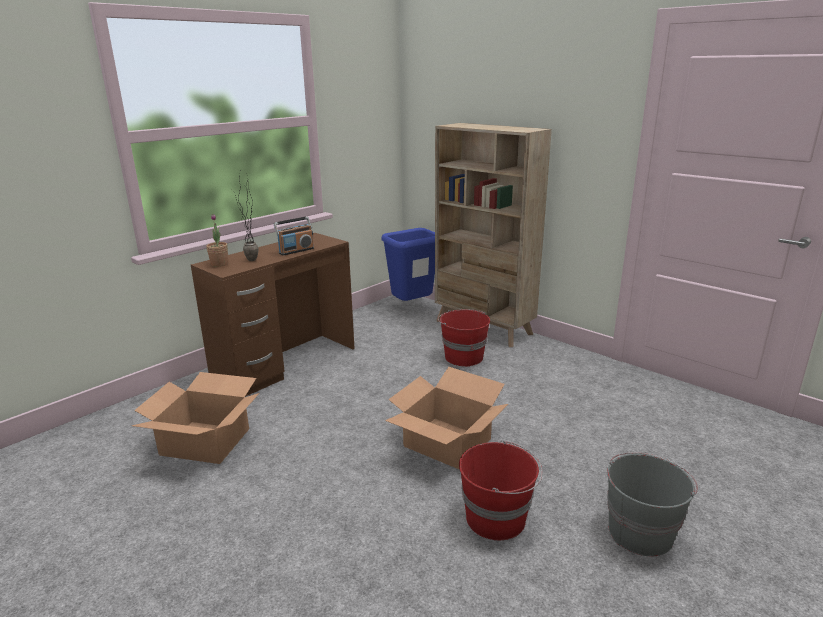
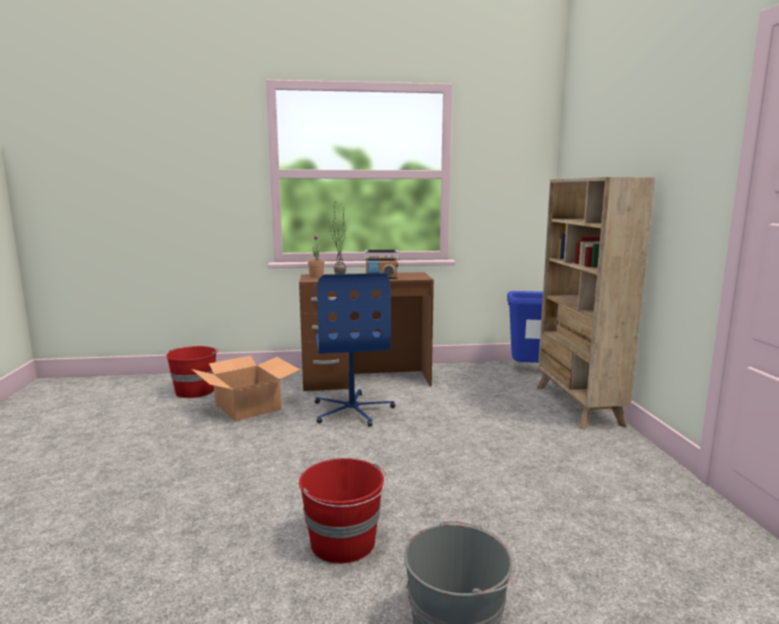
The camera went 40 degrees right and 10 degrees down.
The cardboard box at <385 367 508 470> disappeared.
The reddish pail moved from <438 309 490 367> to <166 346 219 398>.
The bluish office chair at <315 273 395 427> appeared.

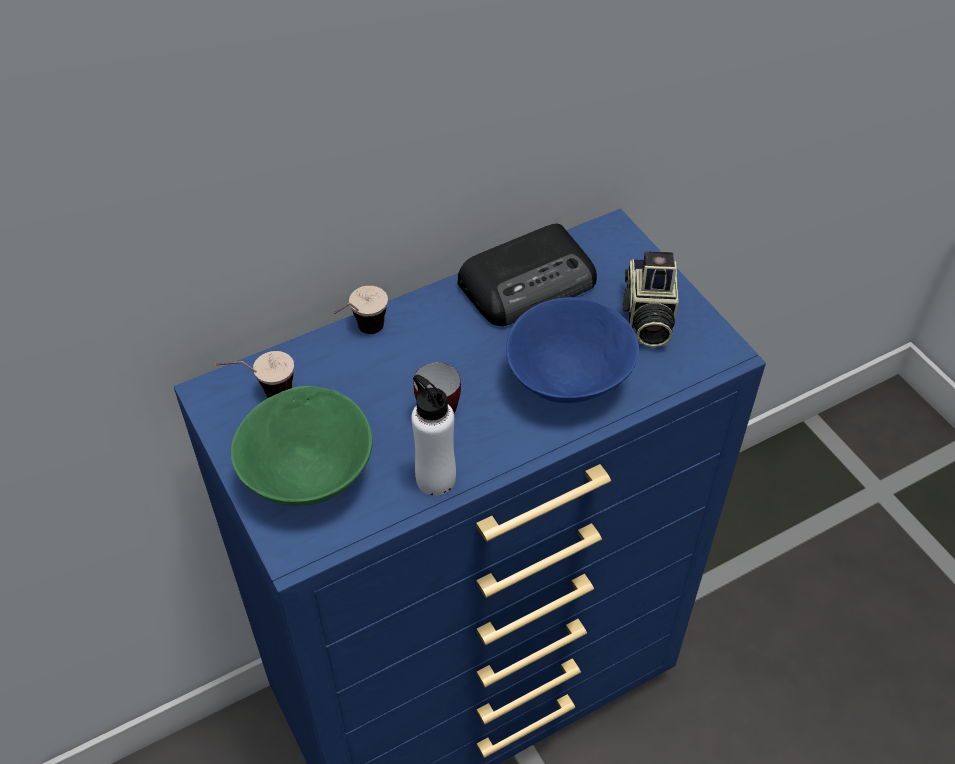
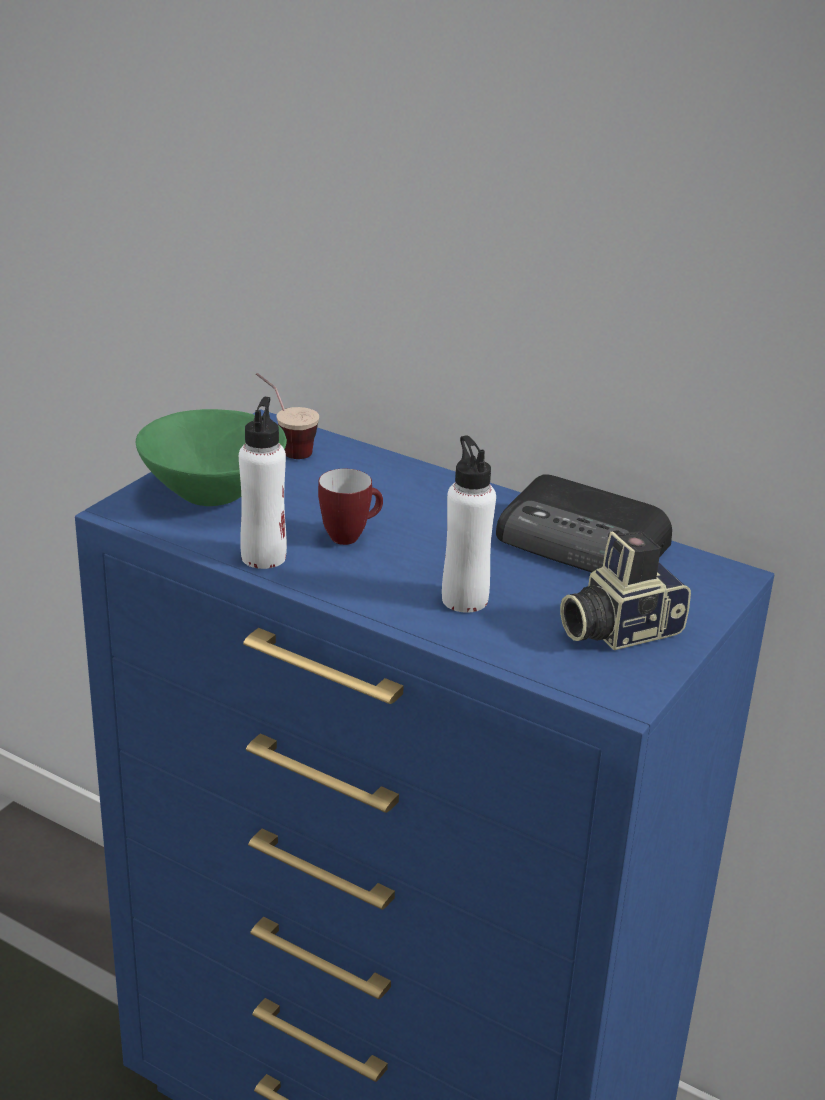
The camera went 60 degrees right and 20 degrees down.
The small cup at <333 286 388 334> disappeared.
The bluish deep dish at <506 297 639 403> was replaced by the whitish drink bottle at <442 435 496 613>.

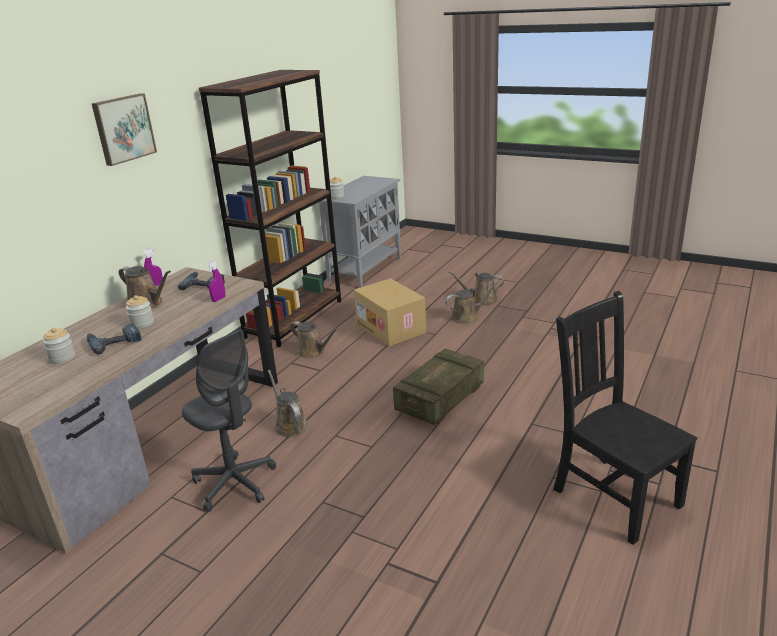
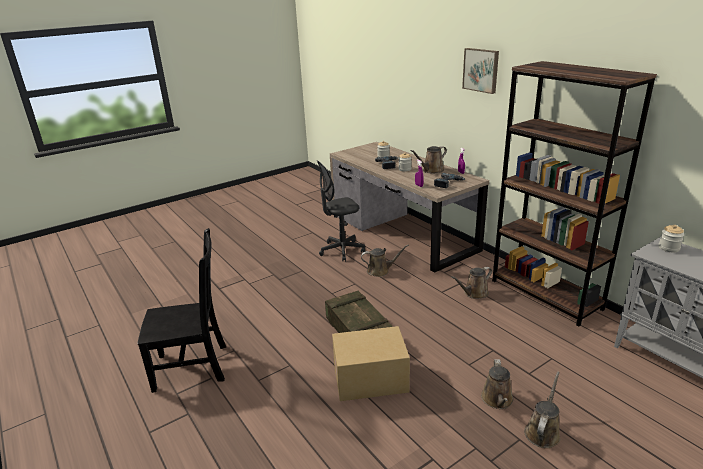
The camera went 115 degrees right and 0 degrees up.
The cardboard box moved from <354 278 426 346> to <332 326 410 401>.

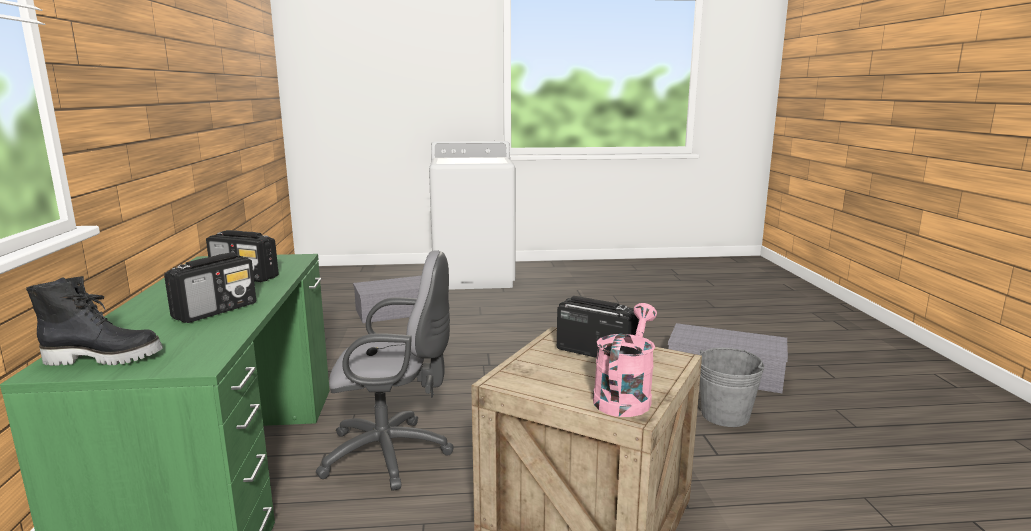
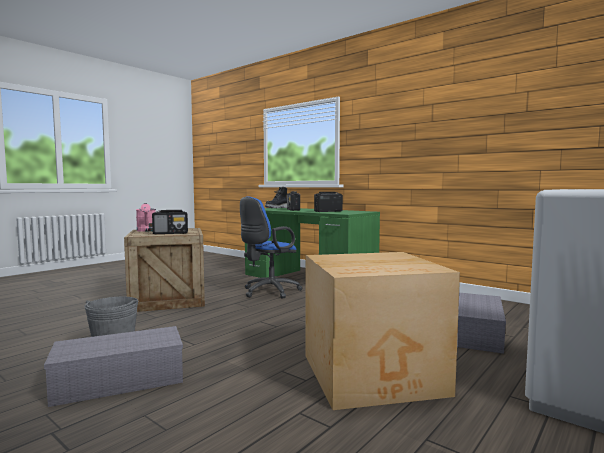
The camera went 135 degrees right and 10 degrees down.
The grey office chair at <316 250 453 491> became the bluish office chair at <240 196 303 299>.
The cardboard box at <305 252 460 410> appeared.

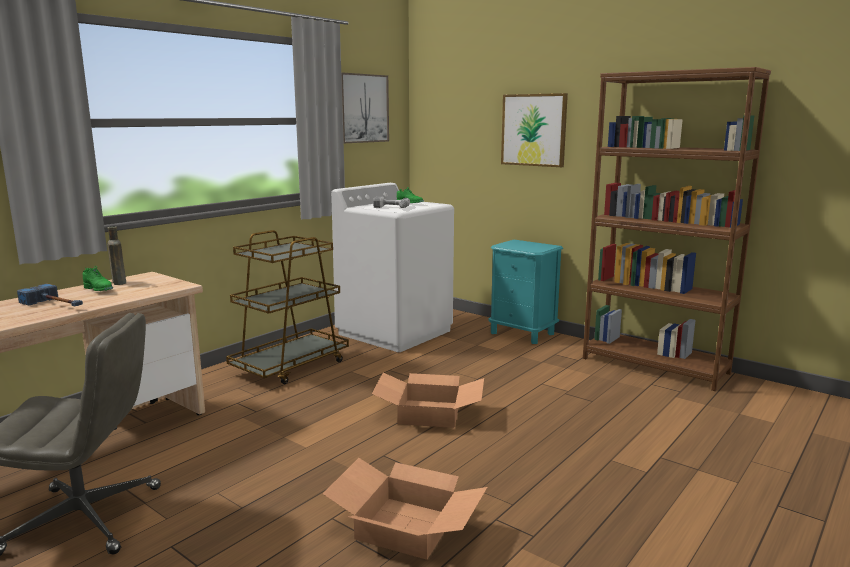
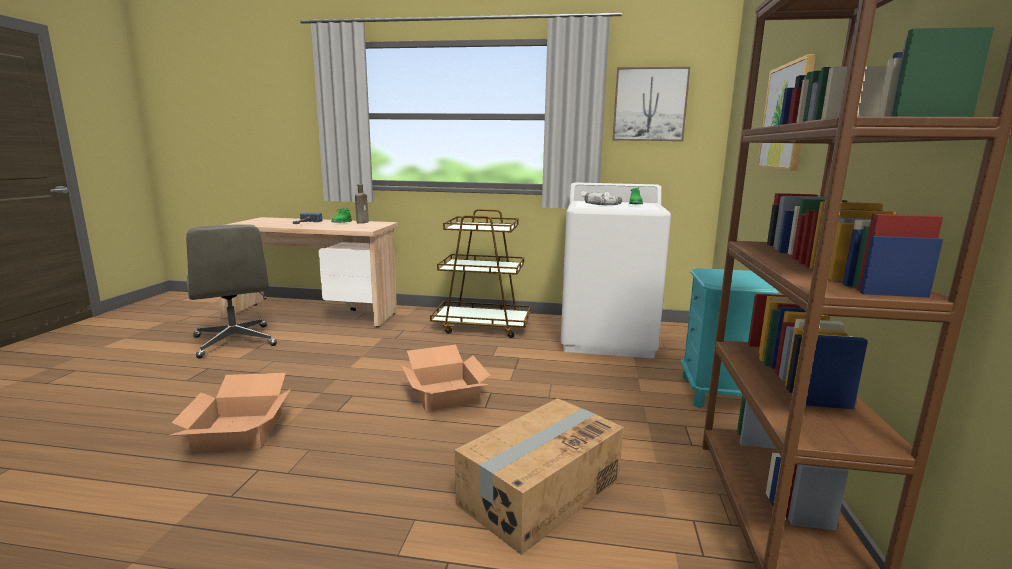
The camera went 60 degrees right and 0 degrees up.
The cardboard box at <455 398 624 555> appeared.

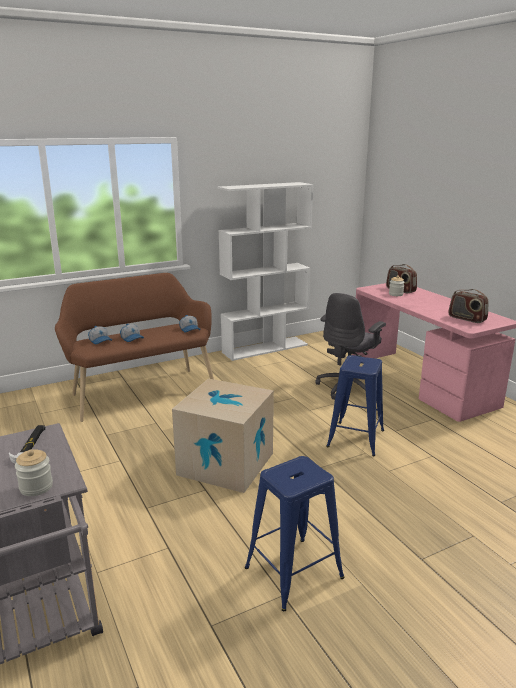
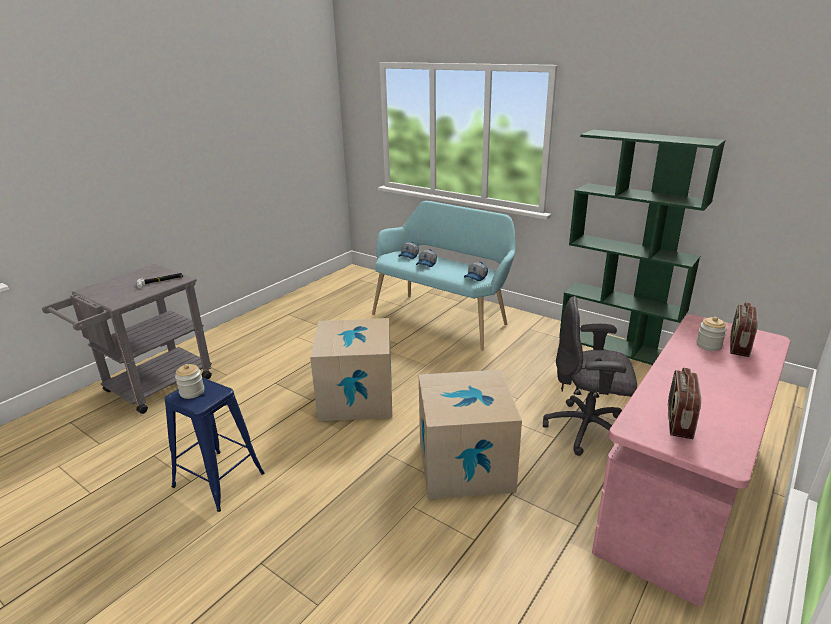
The camera went 65 degrees right and 5 degrees up.
The preserve jar moved from <15 449 53 496> to <175 364 204 399>.
The brown bench at <55 273 214 422> became the turquoise bench at <372 201 515 351>.
The whitish bookshelf at <217 182 313 361> became the greenish bookshelf at <559 130 725 365>.
The bluish stool seat at <326 355 384 456> was replaced by the cardboard box at <419 369 522 499>.

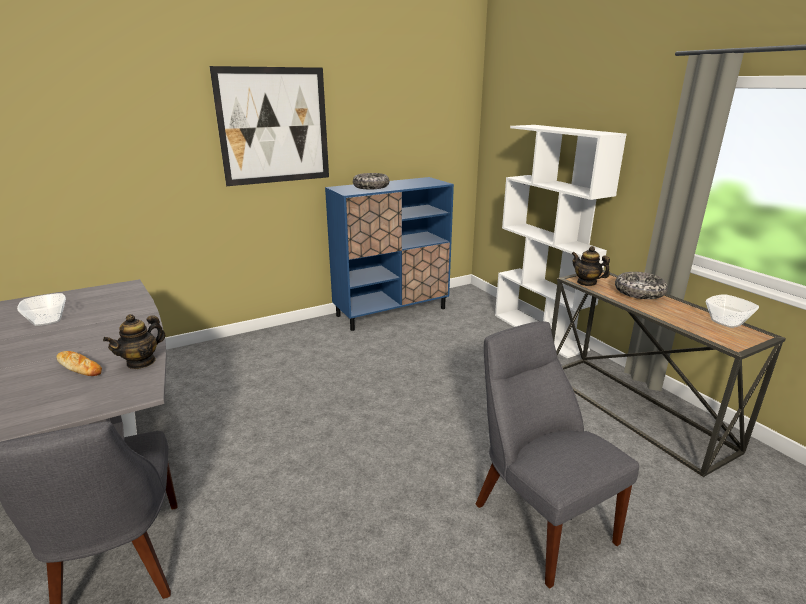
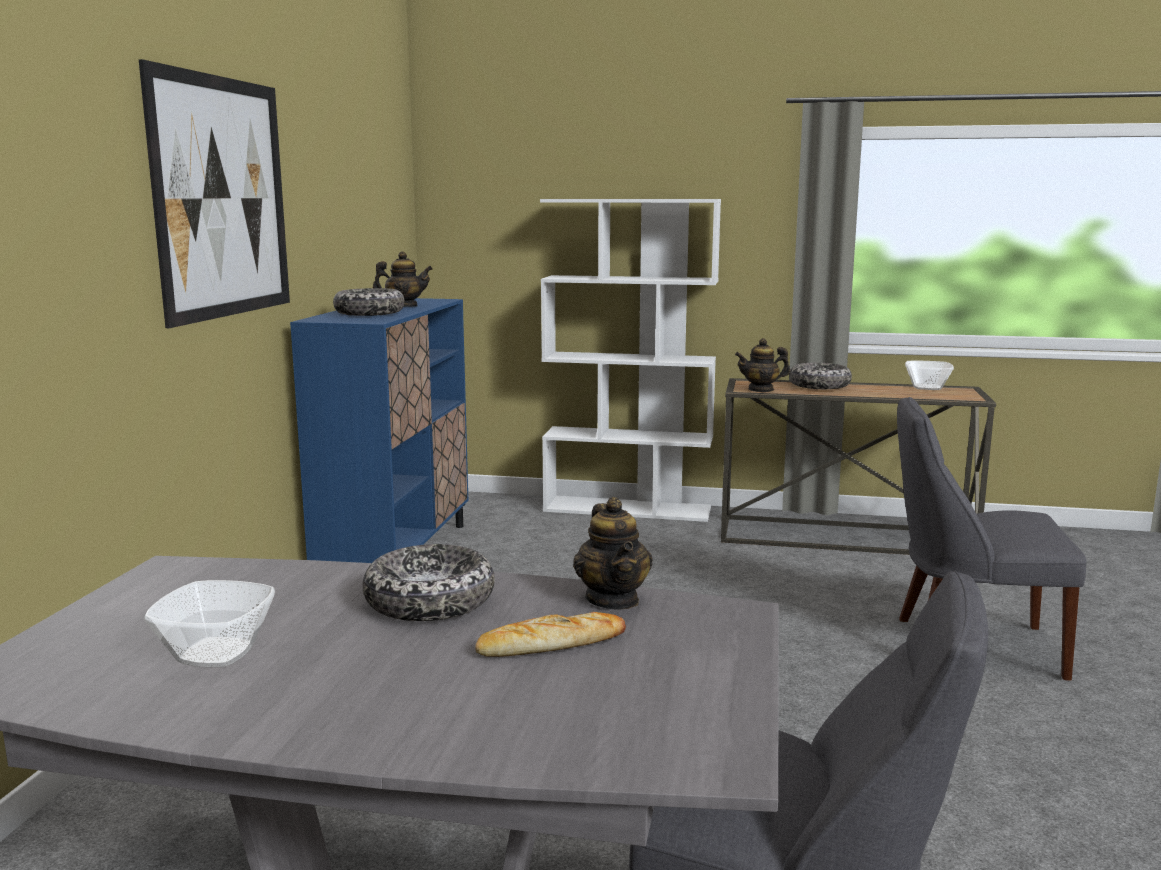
The camera went 50 degrees left and 10 degrees down.
The deep dish at <362 544 495 621> appeared.
The teapot at <373 251 433 307> appeared.

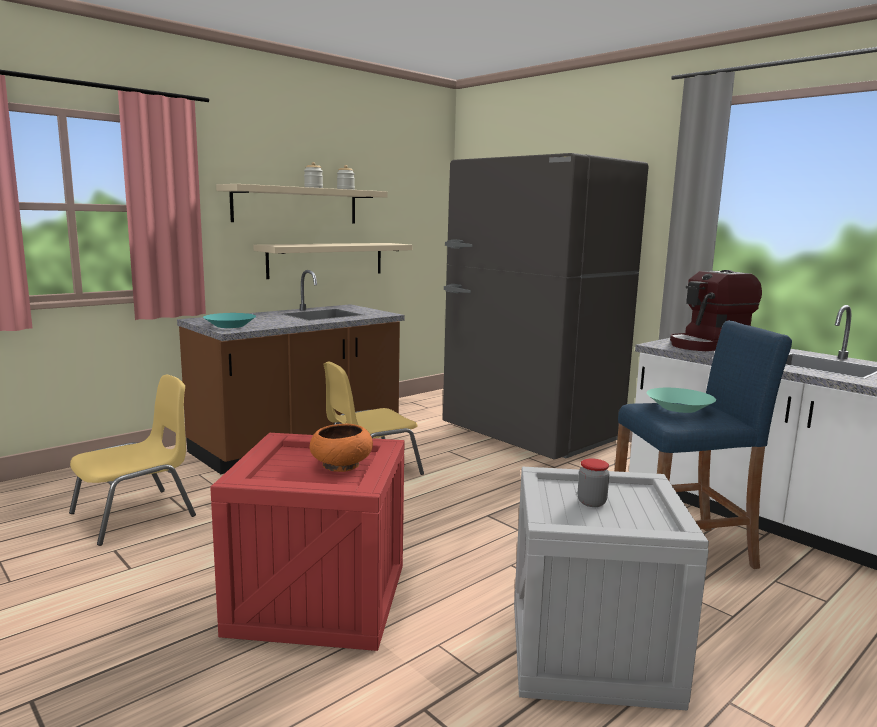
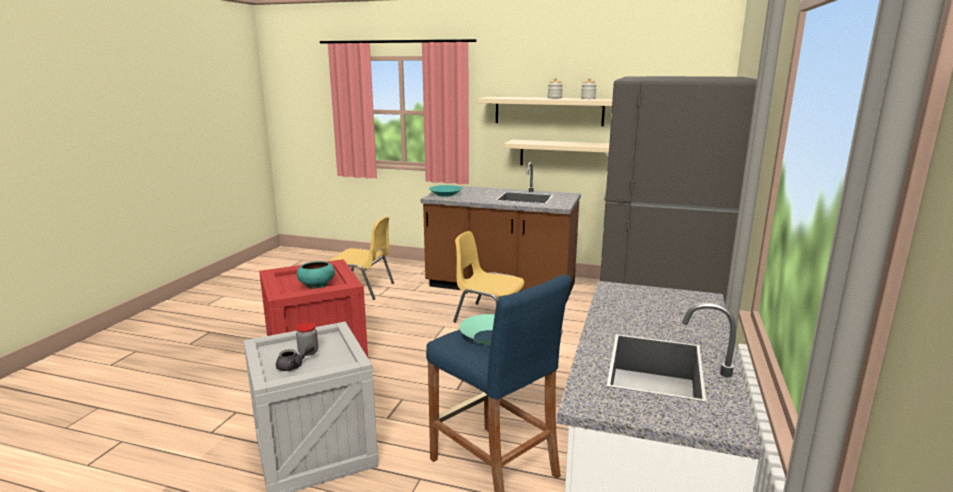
The camera went 60 degrees right and 5 degrees up.
The orangey deep dish at <310 424 373 472> became the turquoise deep dish at <297 261 335 289>.
The coffee brewer at <670 270 762 351> disappeared.
The grey teapot at <276 344 315 371> appeared.

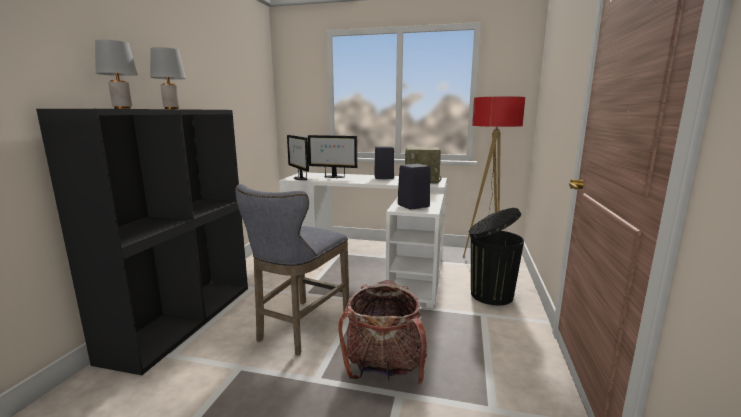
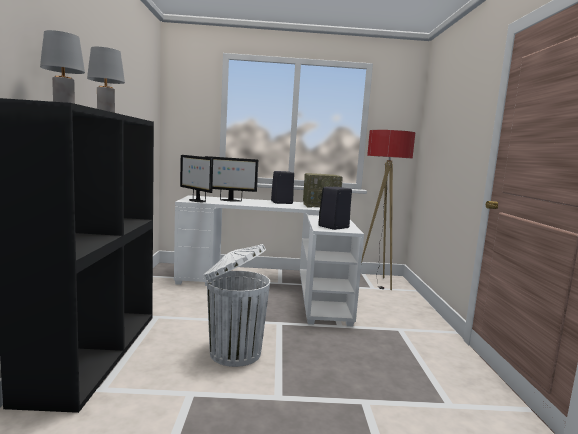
The camera went 15 degrees left and 5 degrees down.
The grey stool seat at <235 184 349 355> was replaced by the whitish waste bin at <204 244 270 367>.
The knapsack at <338 280 427 385> disappeared.
The blackish waste bin at <469 208 524 306> disappeared.

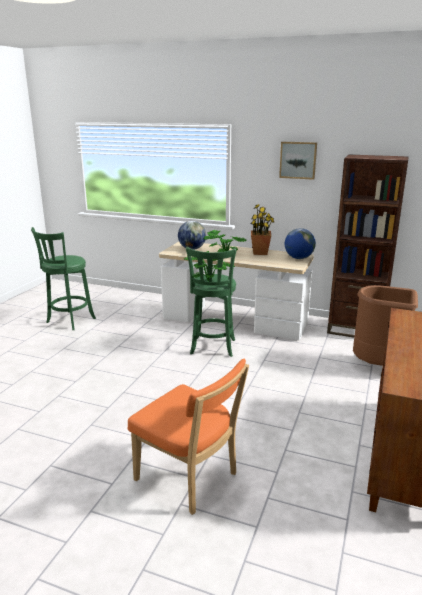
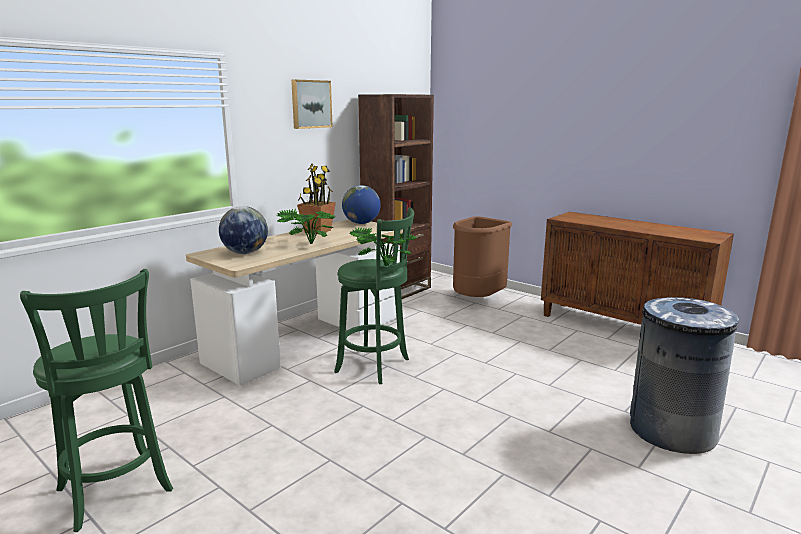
The camera went 70 degrees left and 5 degrees down.
The orangey plain chair at <128 359 249 515> was replaced by the grey waste bin at <630 297 739 454>.

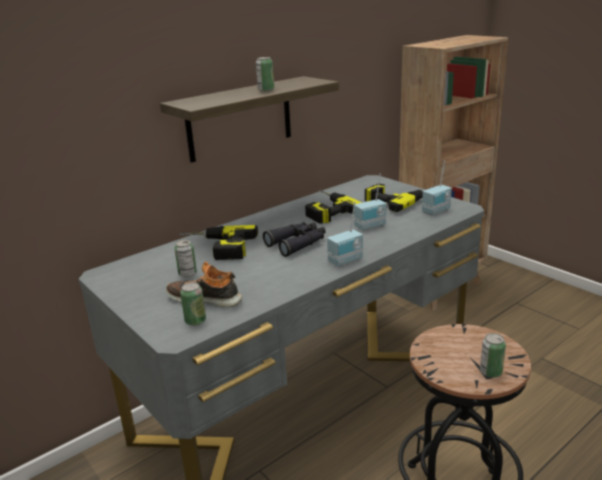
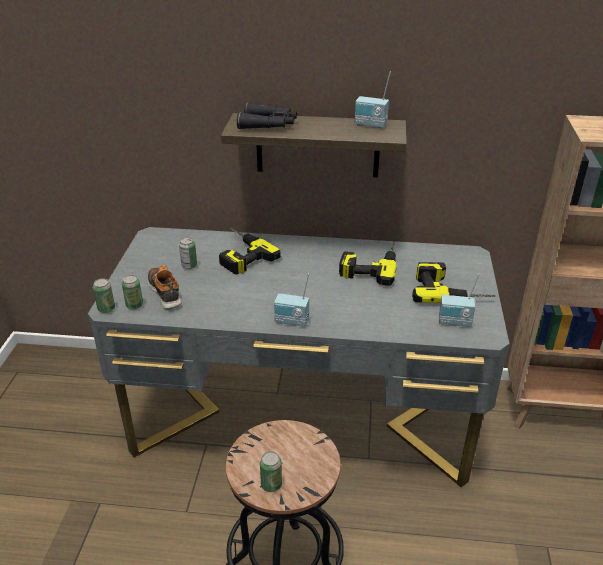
The camera went 45 degrees right and 10 degrees up.
The can moved from <256 57 274 92> to <93 278 115 313>.
The blackish pair of binoculars moved from <263 222 326 257> to <237 102 297 129>.
The radio moved from <354 174 386 231> to <355 71 391 128>.

